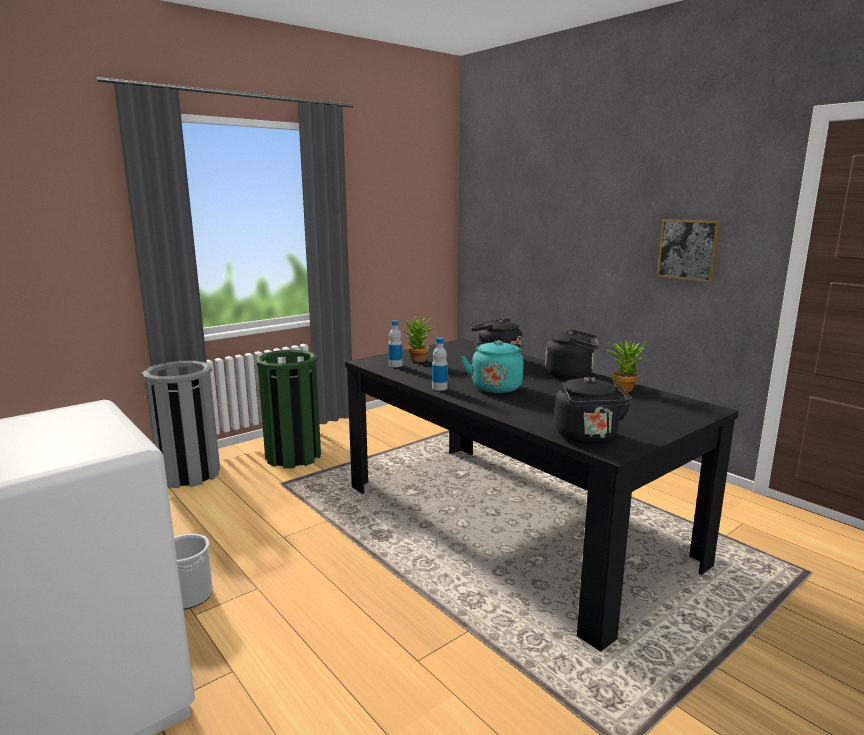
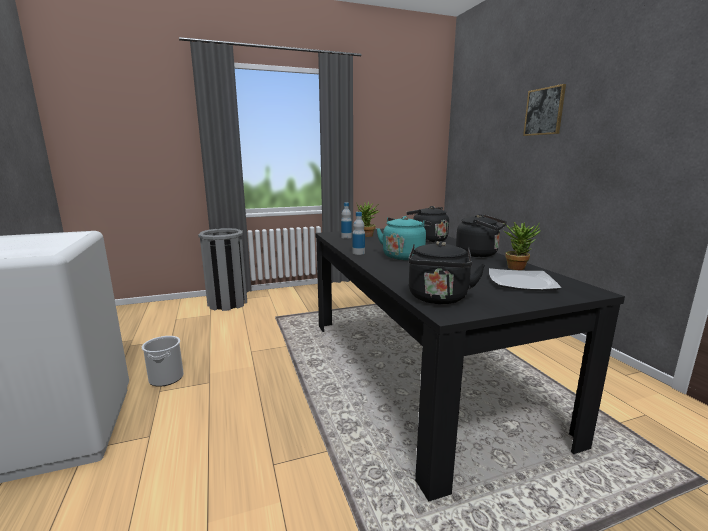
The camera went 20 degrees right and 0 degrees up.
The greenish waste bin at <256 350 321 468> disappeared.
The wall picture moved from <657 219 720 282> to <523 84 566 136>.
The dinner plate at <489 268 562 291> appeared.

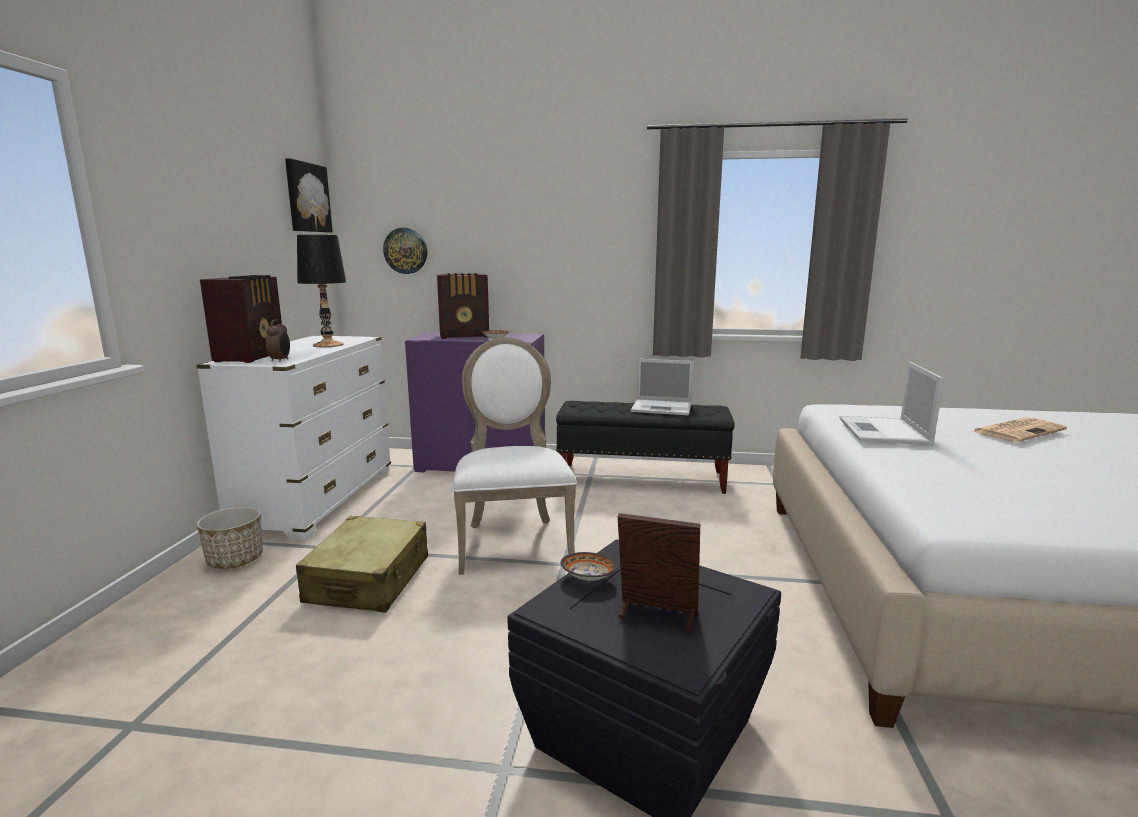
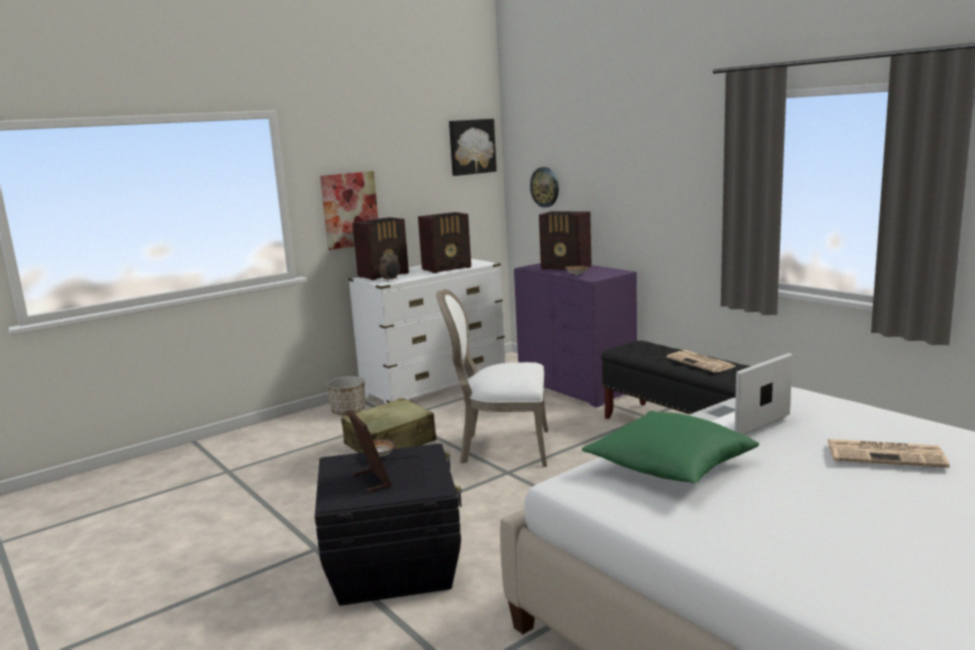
The camera went 45 degrees right and 0 degrees up.
The blackish table lamp at <297 235 346 347> was replaced by the radio at <418 212 471 273>.
The whitish plain chair at <452 337 577 575> turned 120 degrees counterclockwise.
The laptop at <631 359 693 415> was replaced by the daily paper at <666 350 736 373>.
The wall picture at <320 171 378 250> appeared.
The greenish throw pillow at <582 411 760 483> appeared.

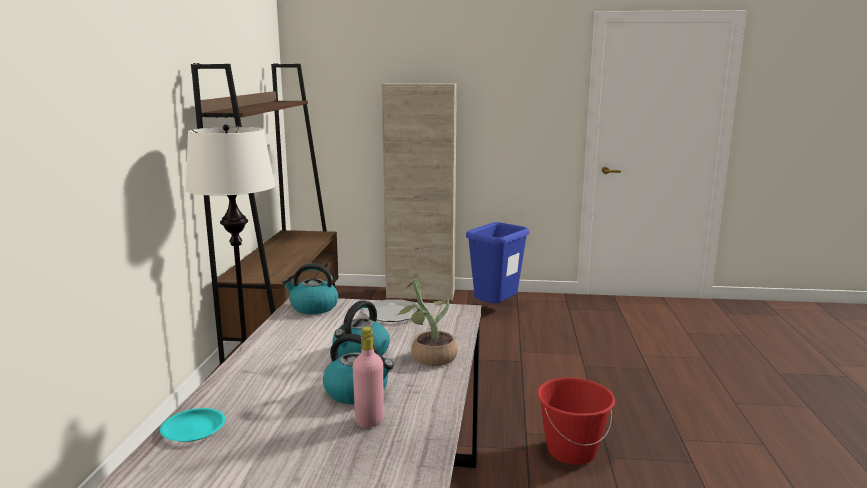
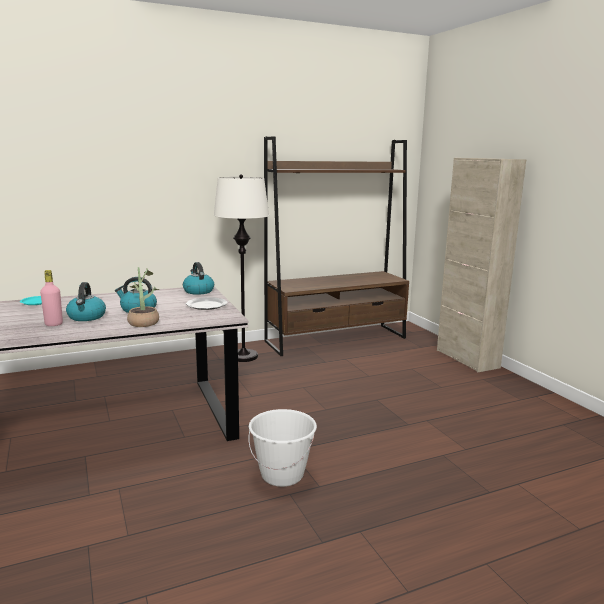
The camera went 60 degrees right and 0 degrees up.
The bluish waste bin at <466 222 529 303> disappeared.
The reddish pail at <537 378 615 465> became the whitish pail at <249 409 317 487>.

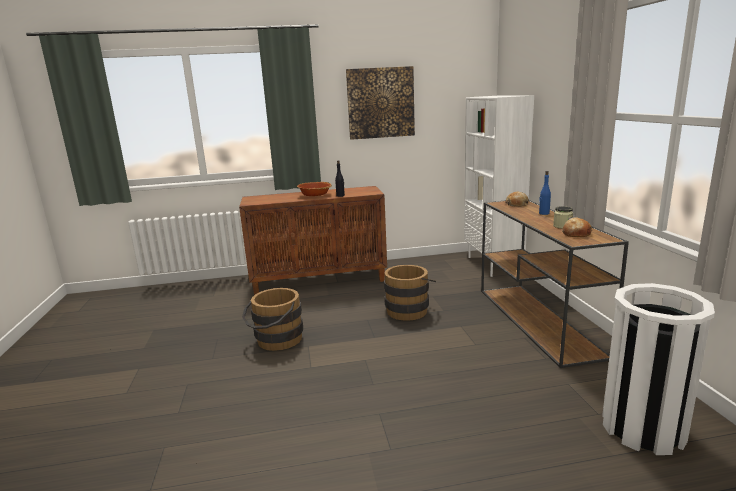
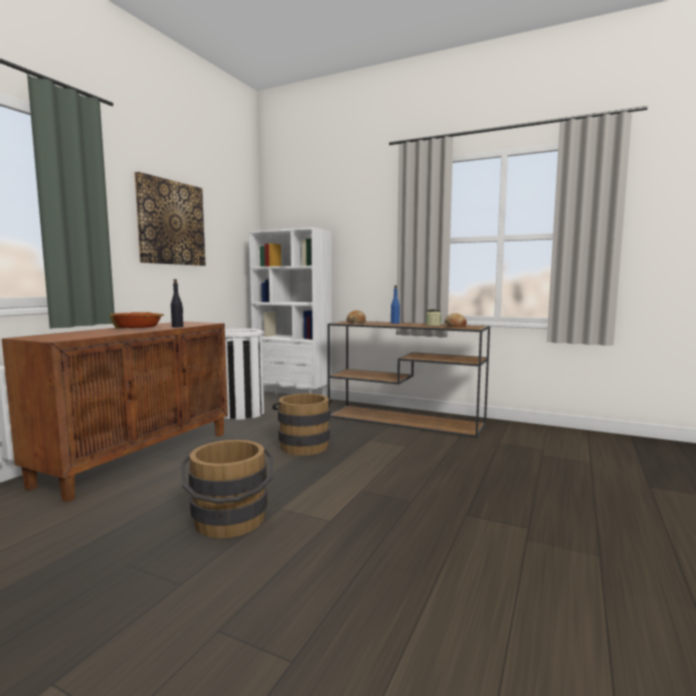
The camera went 55 degrees left and 10 degrees down.
The whitish waste bin moved from <602 283 715 455> to <224 328 264 420>.

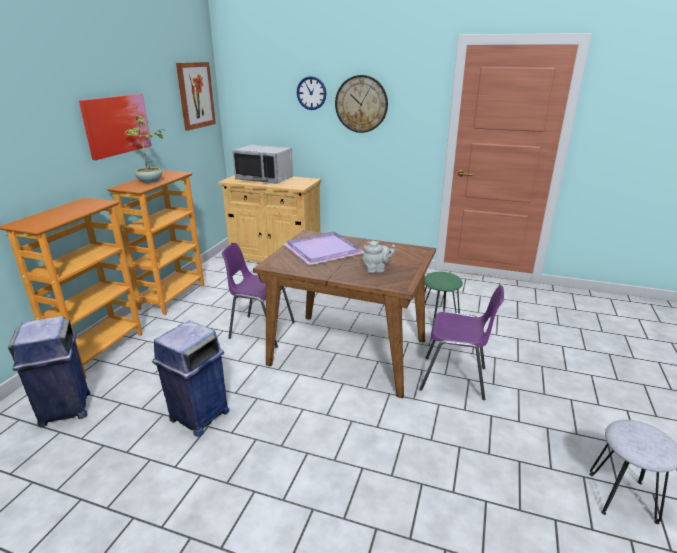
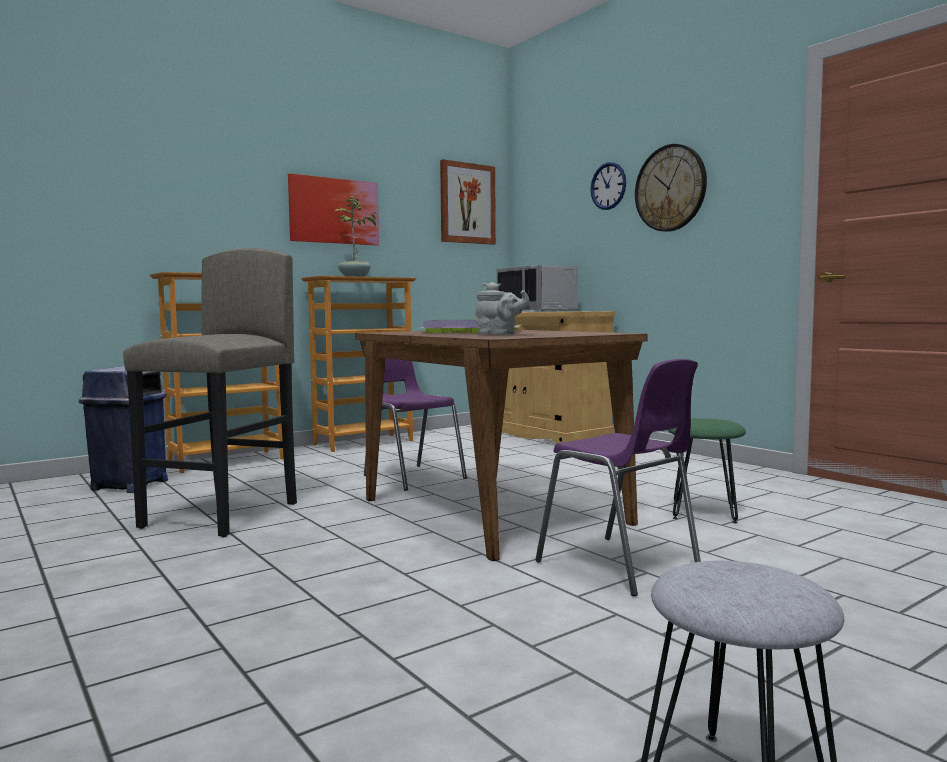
The camera went 35 degrees right and 20 degrees down.
The bluish waste bin at <152 321 229 437> was replaced by the grey stool seat at <123 248 297 537>.

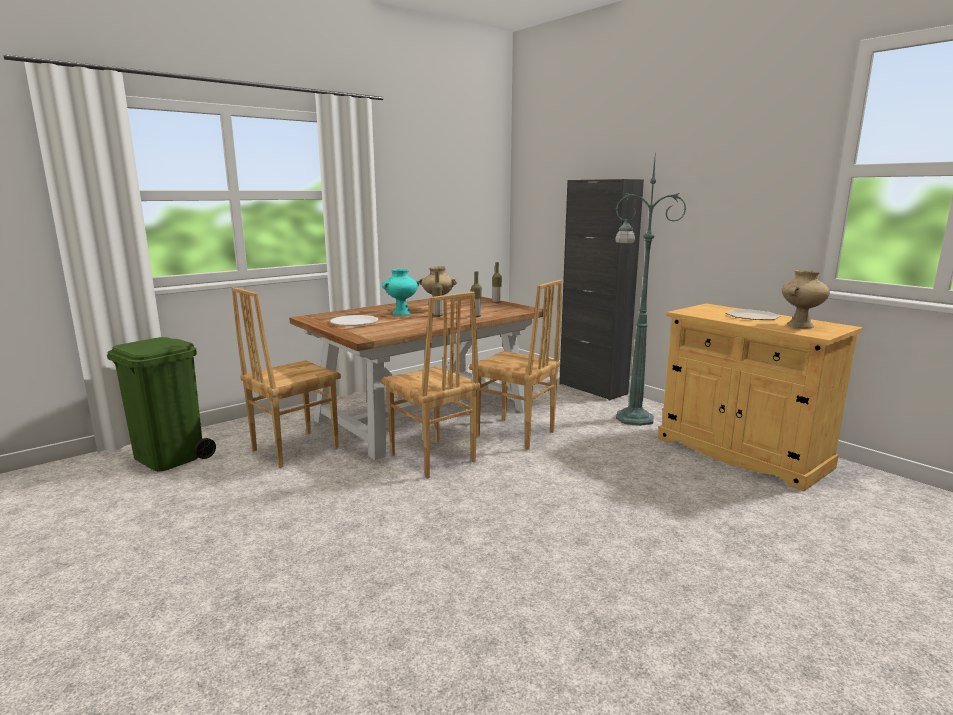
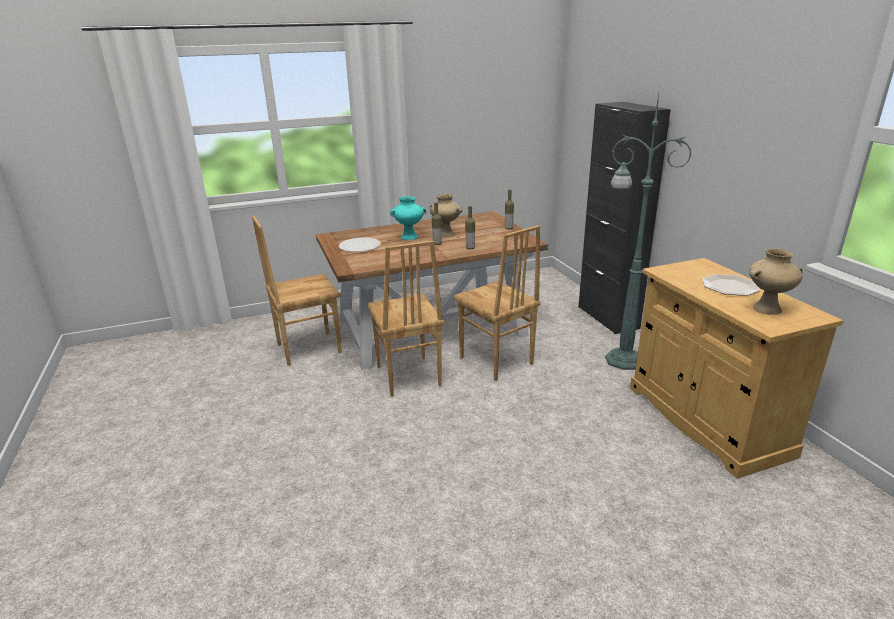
The camera went 20 degrees right and 10 degrees up.
The greenish waste bin at <107 337 216 471> disappeared.

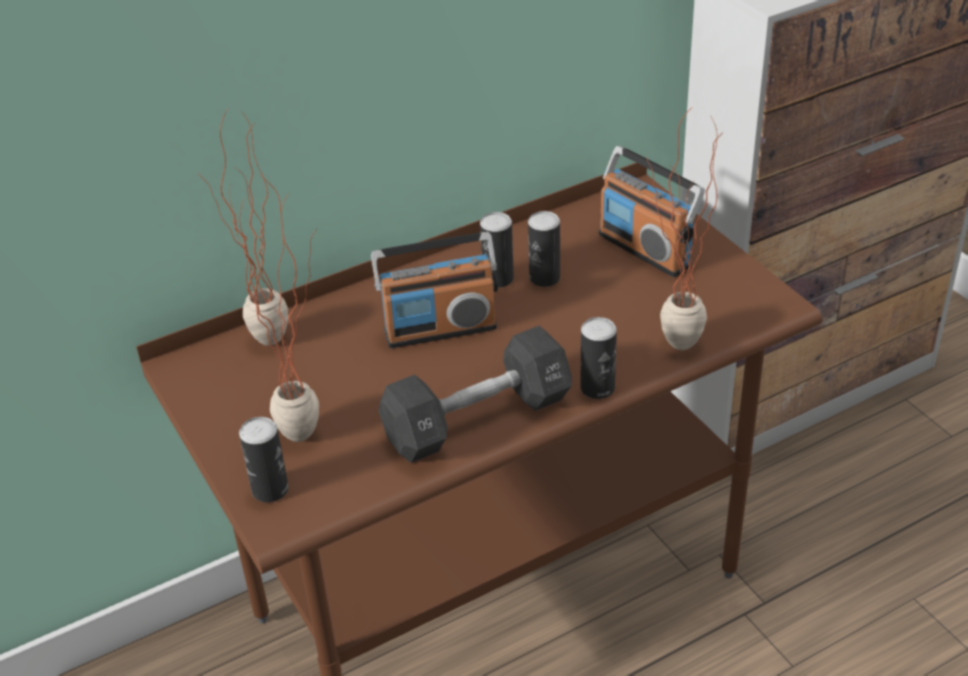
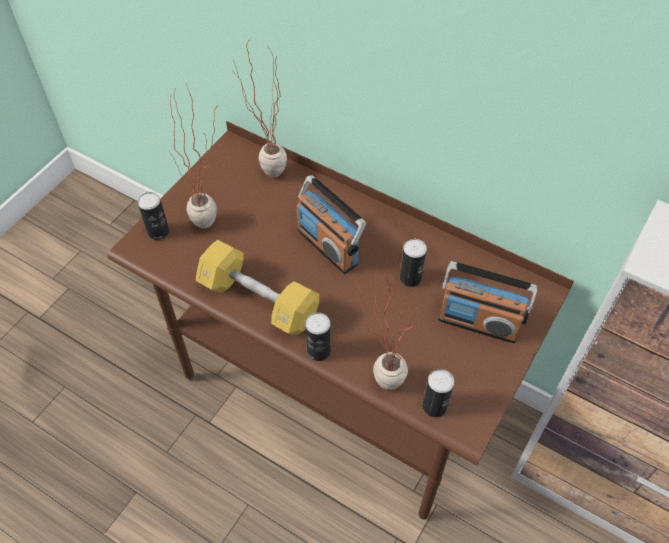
The camera went 60 degrees right and 15 degrees up.
The blackish hand weight at <379 326 572 463> became the yellowish hand weight at <196 240 319 335>.
The can moved from <480 212 514 288> to <423 369 455 417>.
The radio at <599 146 705 277> turned 90 degrees counterclockwise.

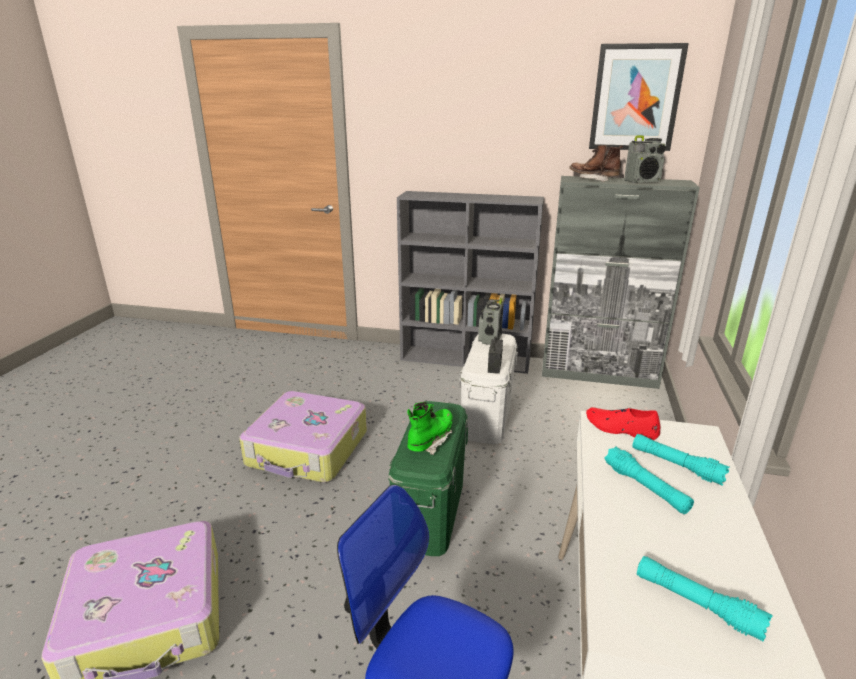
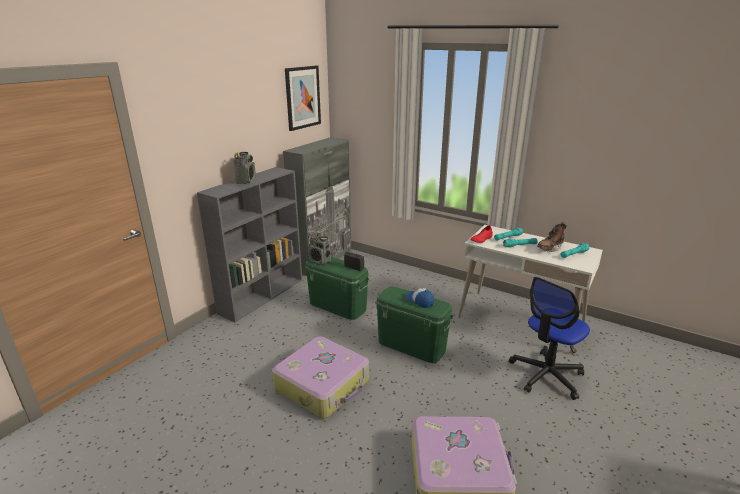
The camera went 70 degrees left and 0 degrees up.
The greenish tall boot at <407 402 453 455> was replaced by the baseball cap at <406 288 434 308>.
The whitish storage box at <460 334 518 444> became the greenish storage box at <305 257 369 320>.
The brown tall boot moved from <569 145 623 182> to <537 222 567 252>.
The radio moved from <624 135 666 183> to <233 152 256 184>.

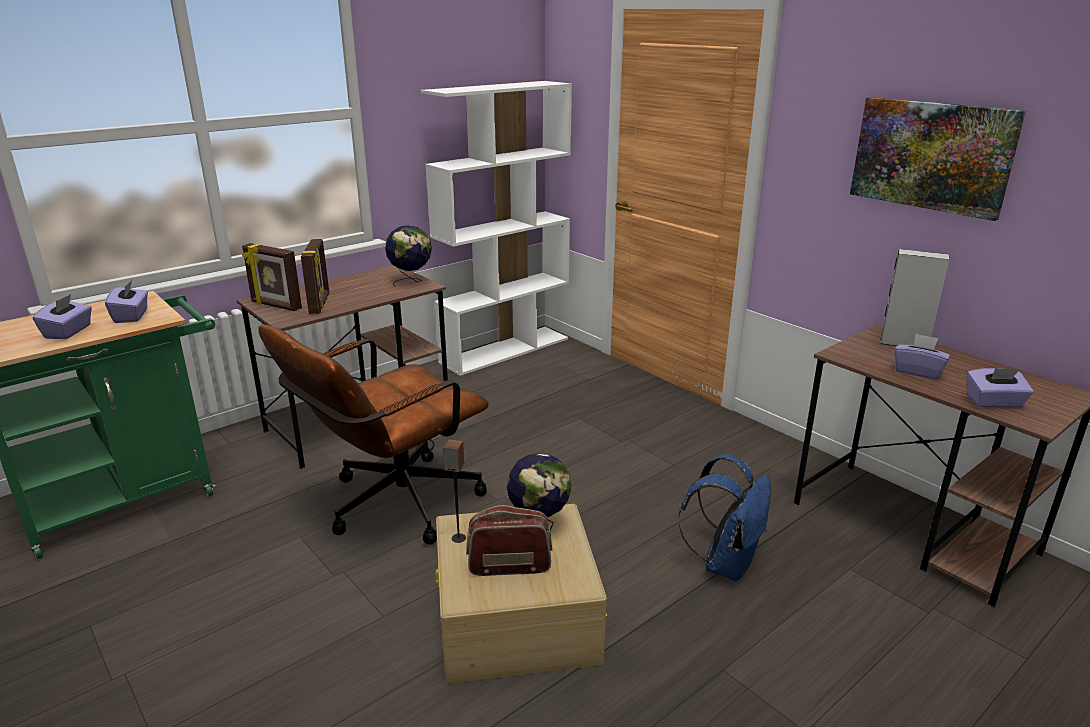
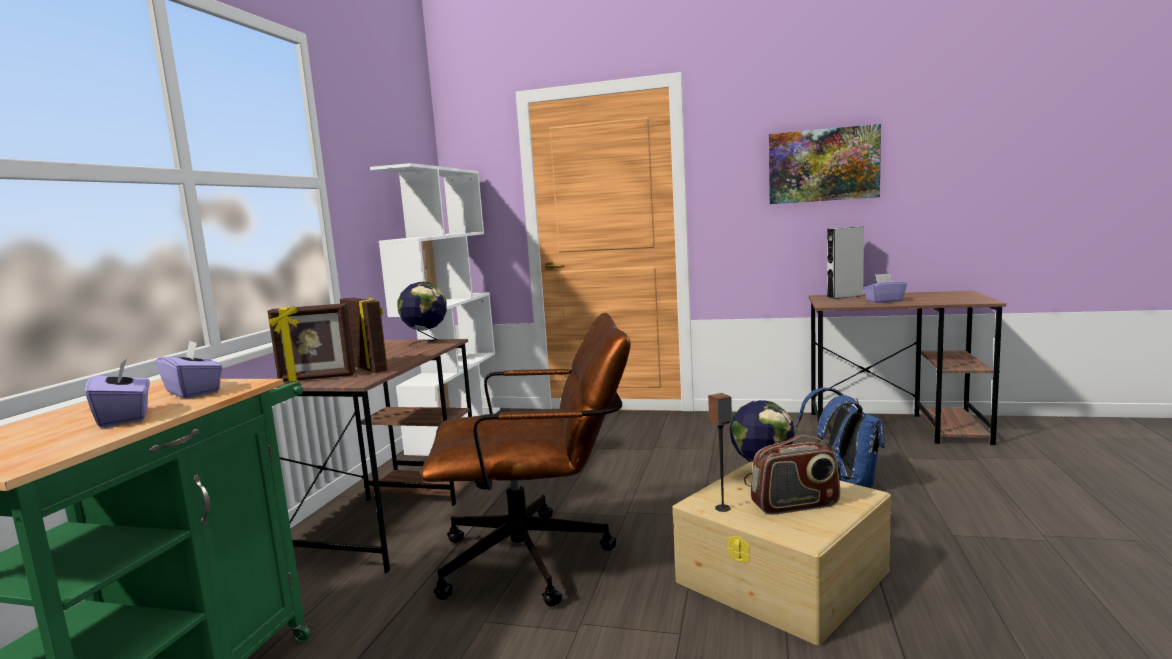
The camera went 35 degrees left and 15 degrees down.
The brown office chair at <258 325 489 545> turned 105 degrees counterclockwise.
The radio at <466 505 553 576> turned 150 degrees counterclockwise.
The purplish tissue box at <967 368 1034 408> disappeared.

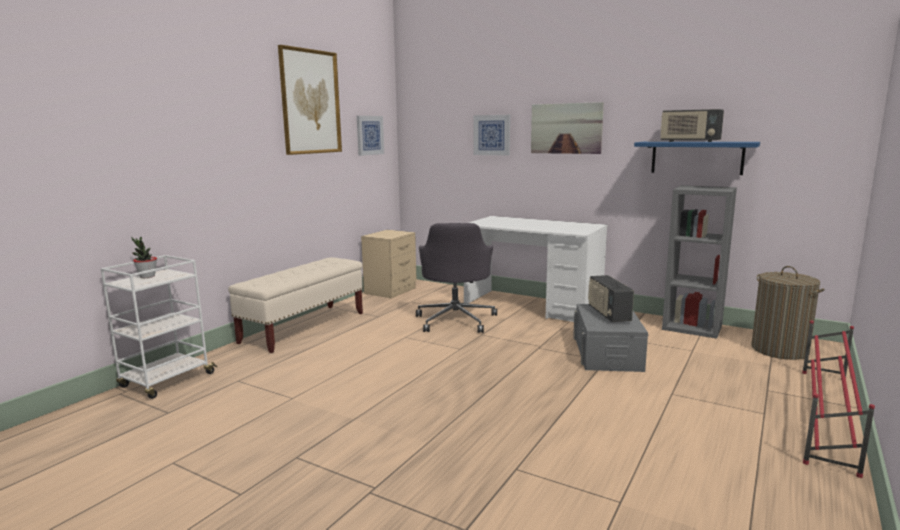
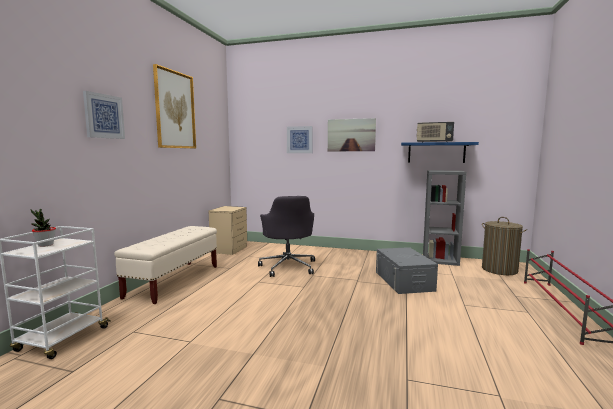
The camera went 15 degrees left and 5 degrees down.
The wall picture moved from <357 116 384 156> to <83 91 125 139>.
The whitish desk unit at <464 216 608 322> disappeared.
The radio at <588 275 634 322> disappeared.

